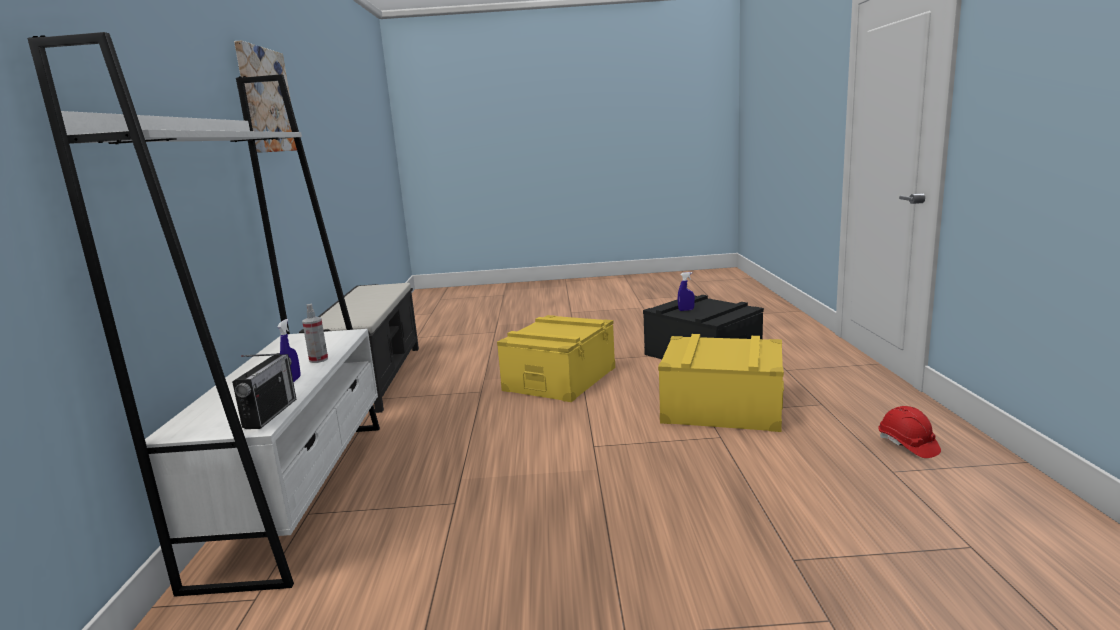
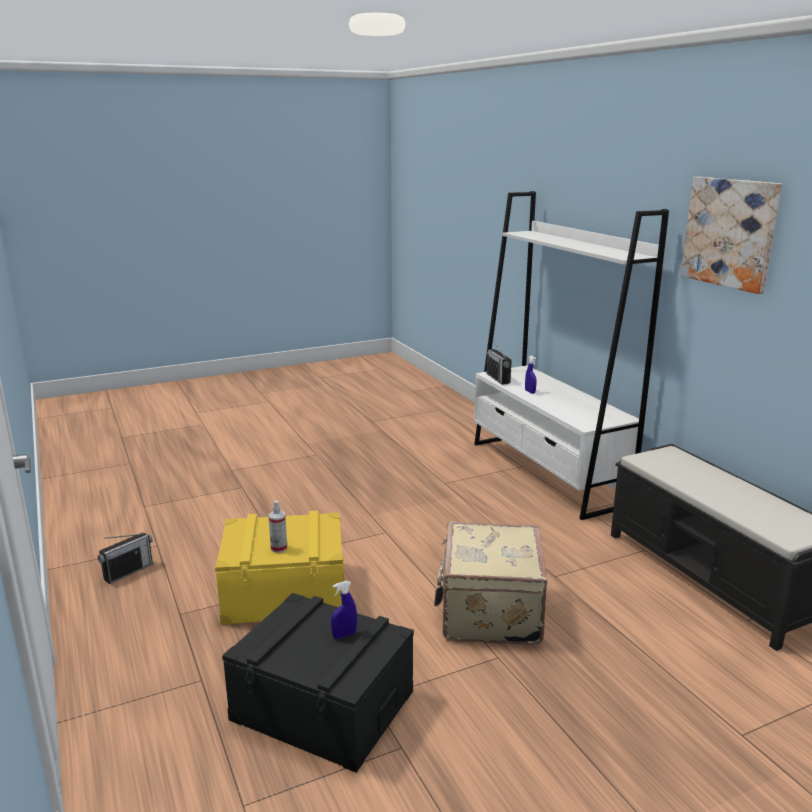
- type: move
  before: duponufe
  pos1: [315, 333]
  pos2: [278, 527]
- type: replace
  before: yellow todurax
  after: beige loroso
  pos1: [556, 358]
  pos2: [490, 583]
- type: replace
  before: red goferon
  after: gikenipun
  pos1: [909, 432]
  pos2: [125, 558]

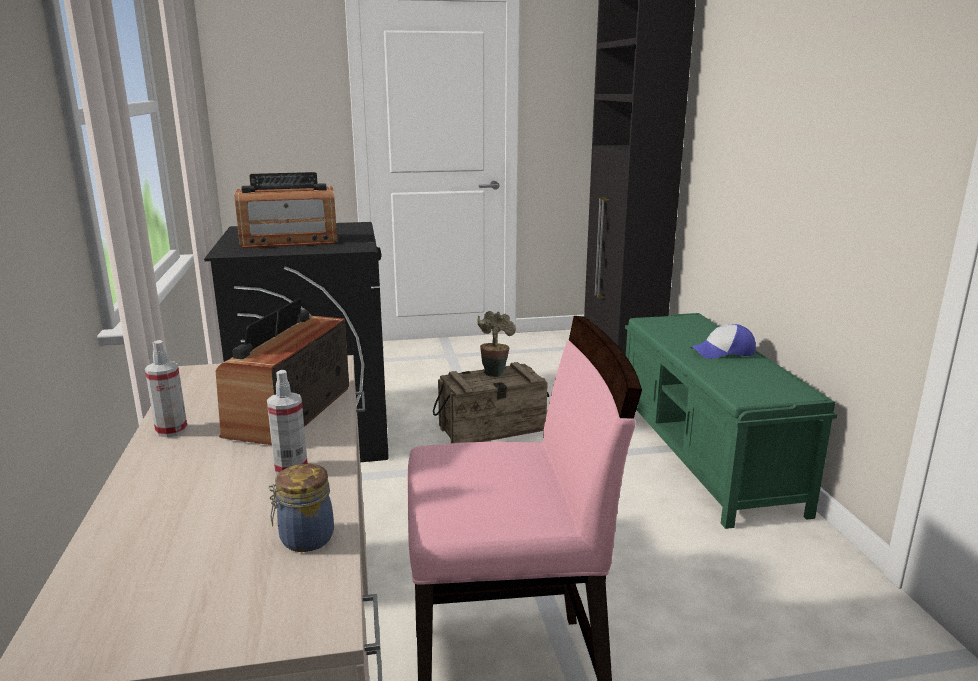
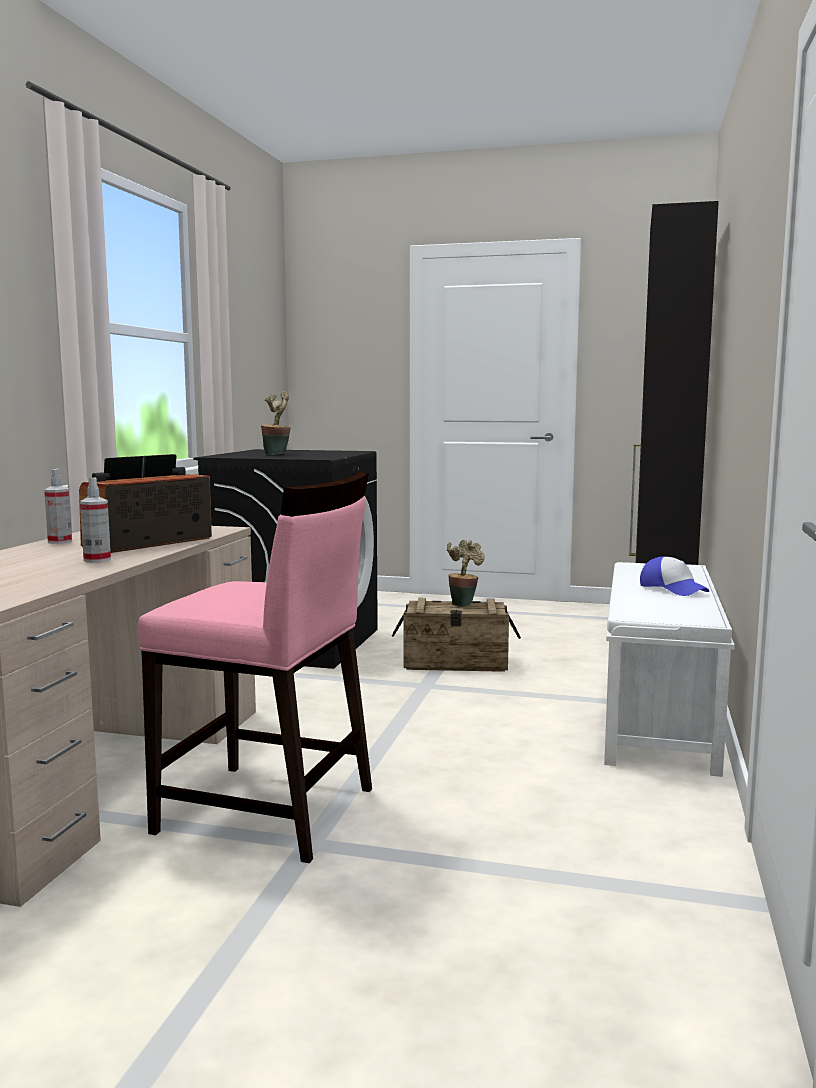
- type: replace
  before: gikenipun
  after: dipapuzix
  pos1: [286, 210]
  pos2: [276, 423]
- type: delete
  before: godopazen
  pos1: [301, 508]
- type: recolor
  before: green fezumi
  after: white fezumi
  pos1: [731, 421]
  pos2: [669, 669]
- type: rotate
  before: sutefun
  pos1: [723, 341]
  pos2: [674, 576]
  turn: -135

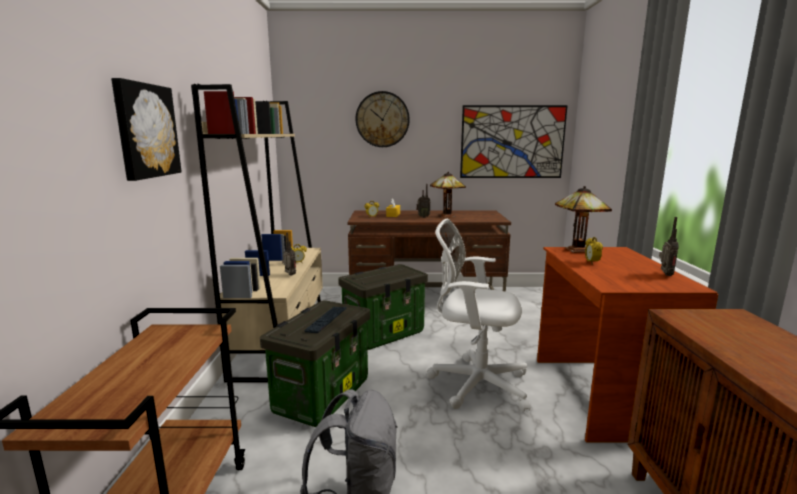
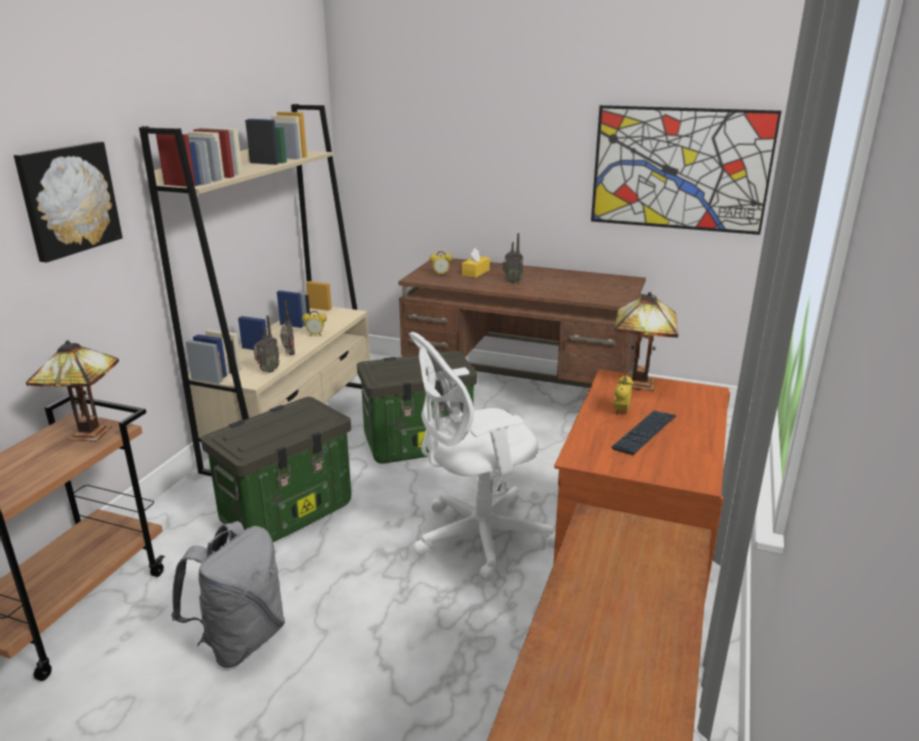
- type: move
  before: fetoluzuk
  pos1: [325, 320]
  pos2: [644, 432]
- type: delete
  before: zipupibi
  pos1: [383, 119]
- type: rotate
  before: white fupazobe
  pos1: [478, 315]
  pos2: [482, 457]
  turn: -60
- type: move
  before: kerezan
  pos1: [448, 195]
  pos2: [72, 391]
- type: move
  before: gikenipun
  pos1: [669, 246]
  pos2: [266, 344]

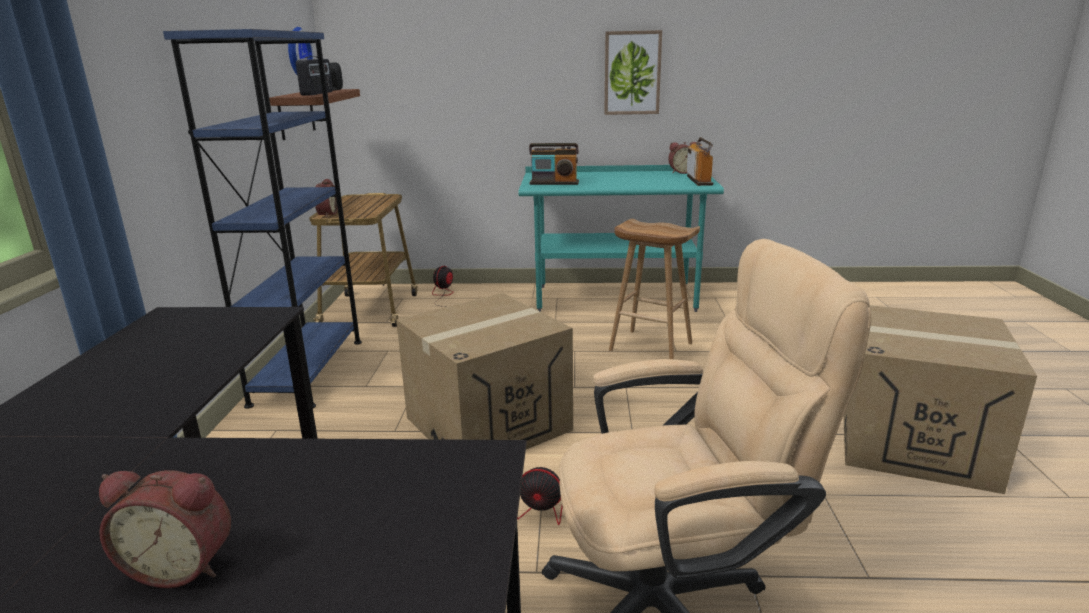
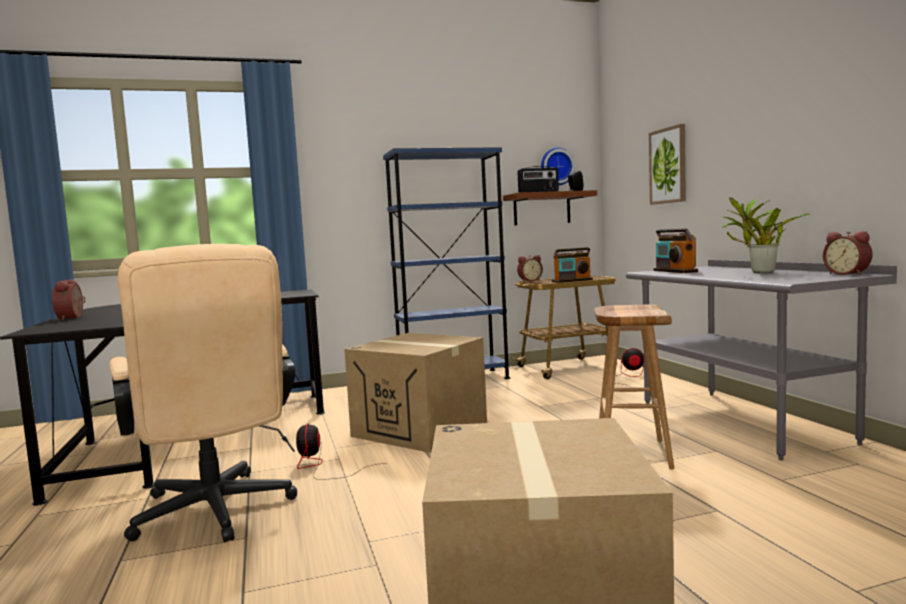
- type: recolor
  before: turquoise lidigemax
  after: grey lidigemax
  pos1: [621, 238]
  pos2: [761, 360]
- type: move
  before: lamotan
  pos1: [633, 72]
  pos2: [667, 164]
- type: move
  before: gikenipun
  pos1: [700, 161]
  pos2: [572, 265]
- type: insert
  after: dipapuzix
  pos2: [766, 235]

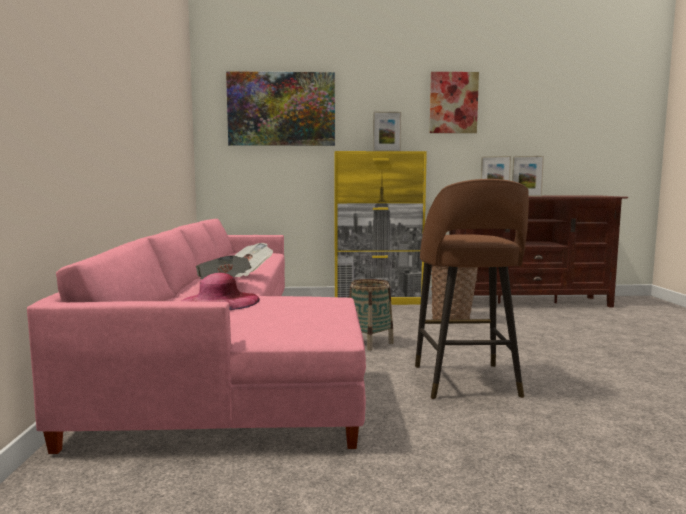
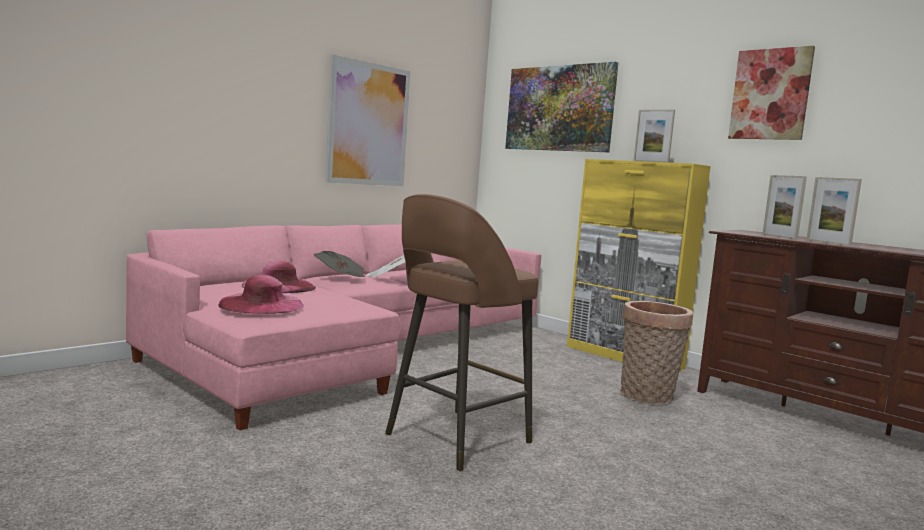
- type: delete
  before: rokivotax
  pos1: [371, 314]
- type: insert
  after: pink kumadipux
  pos2: [261, 294]
- type: insert
  after: lamotan
  pos2: [367, 120]

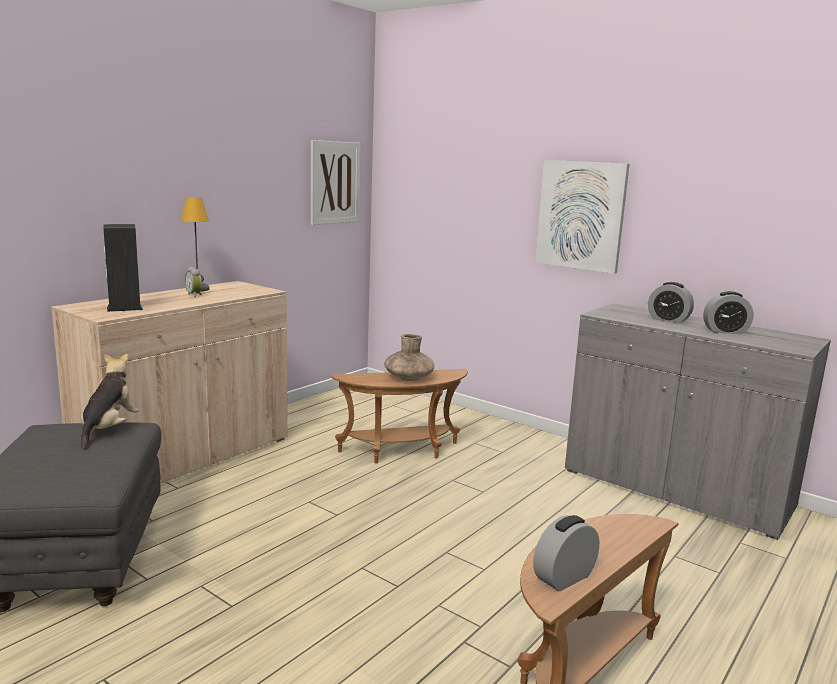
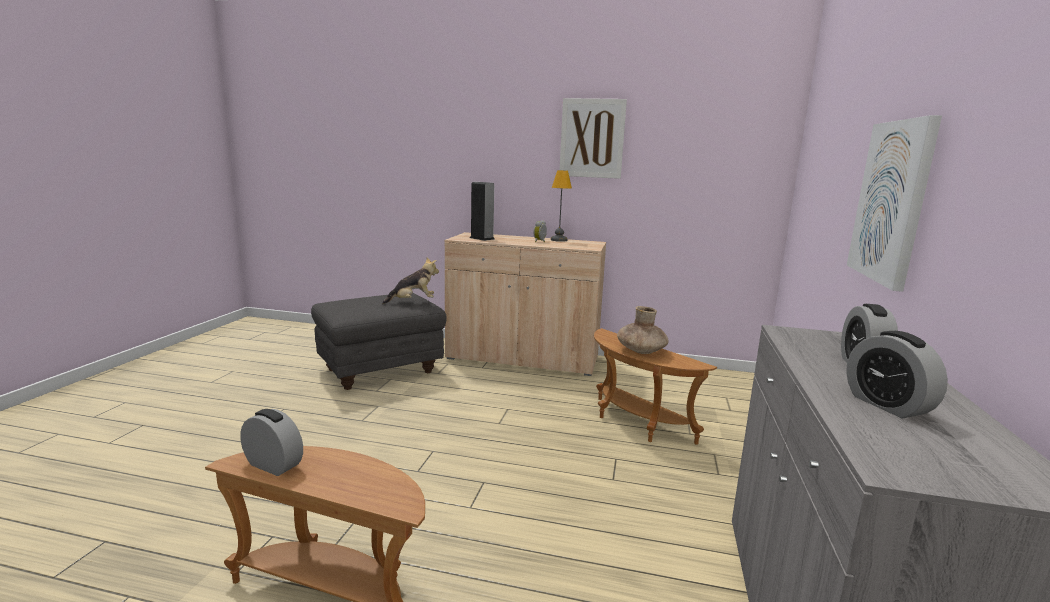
- type: move
  before: lamotan
  pos1: [335, 182]
  pos2: [593, 138]

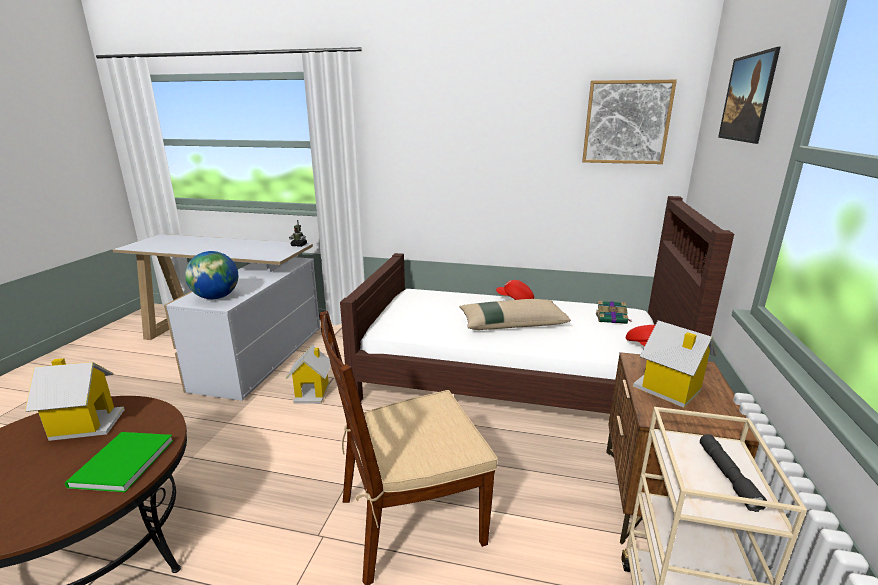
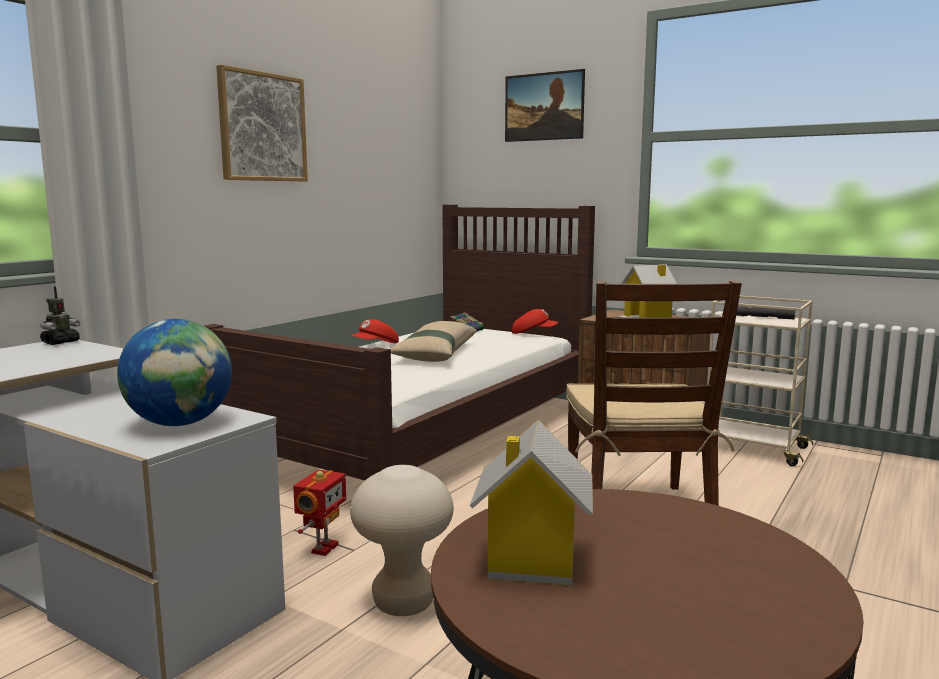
- type: delete
  before: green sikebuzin
  pos1: [119, 462]
- type: replace
  before: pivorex
  after: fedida
  pos1: [308, 374]
  pos2: [319, 513]
- type: move
  before: lamotan
  pos1: [629, 122]
  pos2: [262, 123]
- type: insert
  after: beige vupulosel
  pos2: [402, 540]

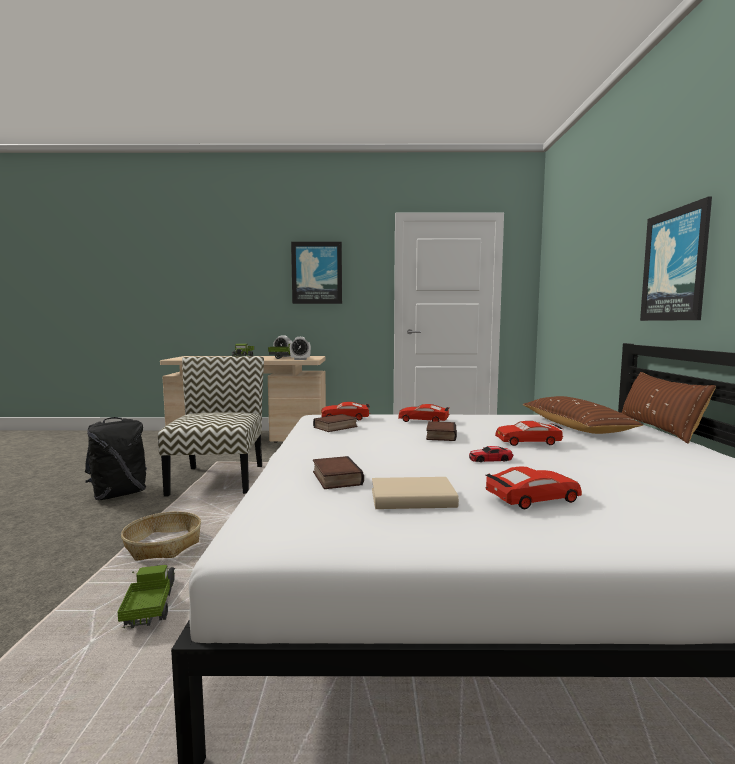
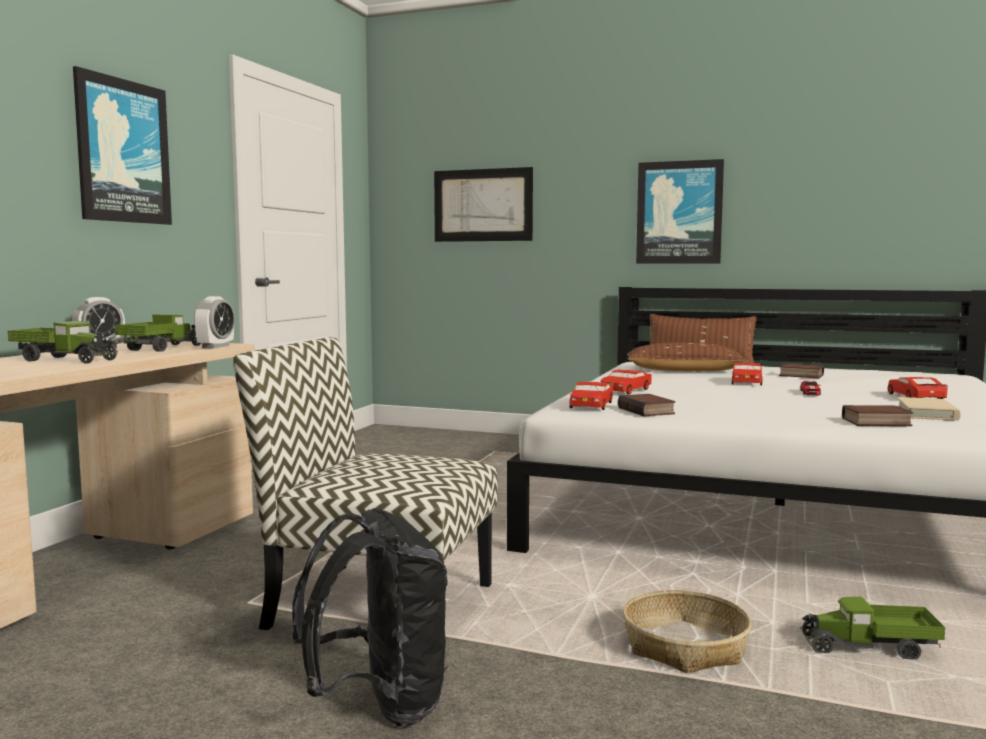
- type: move
  before: sikebuzin
  pos1: [441, 431]
  pos2: [801, 370]
- type: insert
  after: lamotan
  pos2: [483, 204]

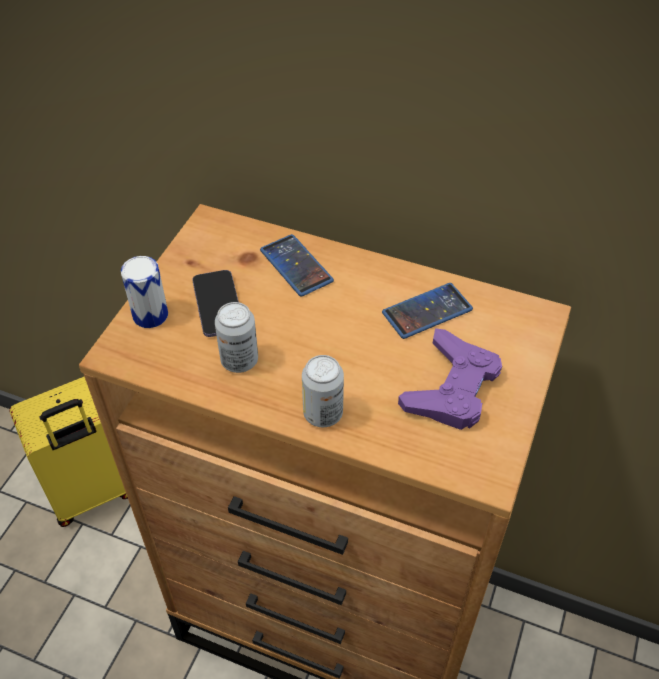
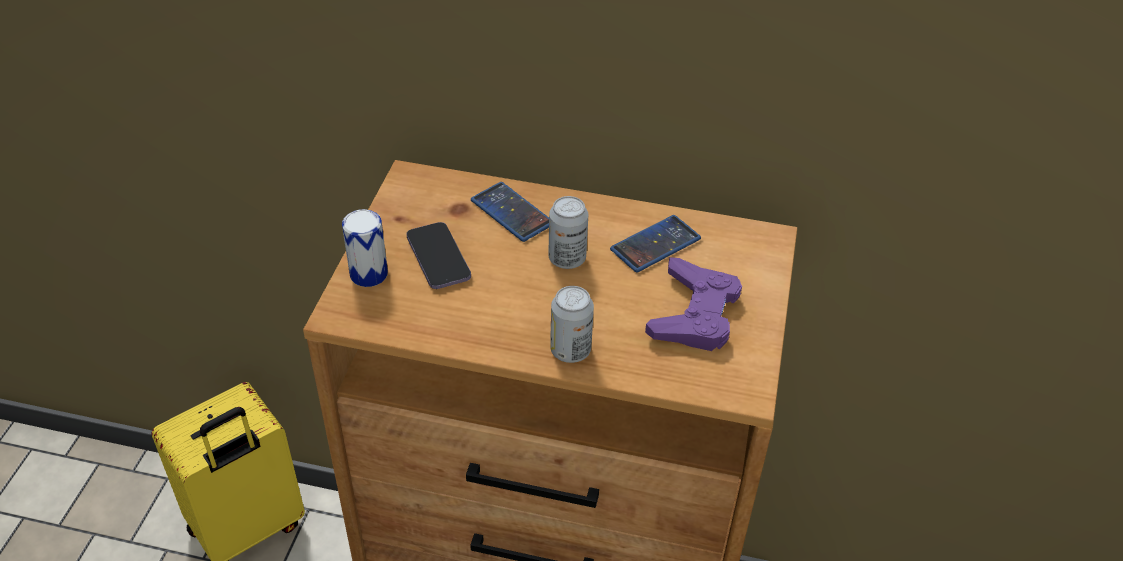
- type: move
  before: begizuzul
  pos1: [236, 337]
  pos2: [568, 232]

